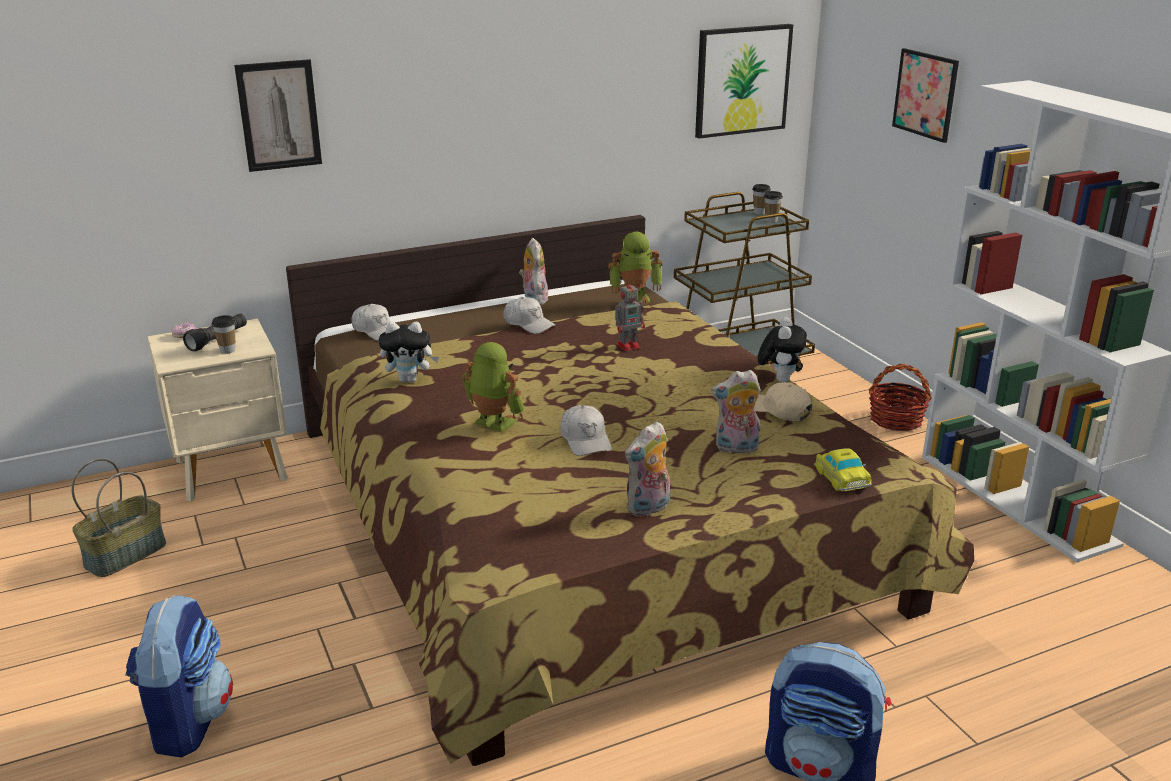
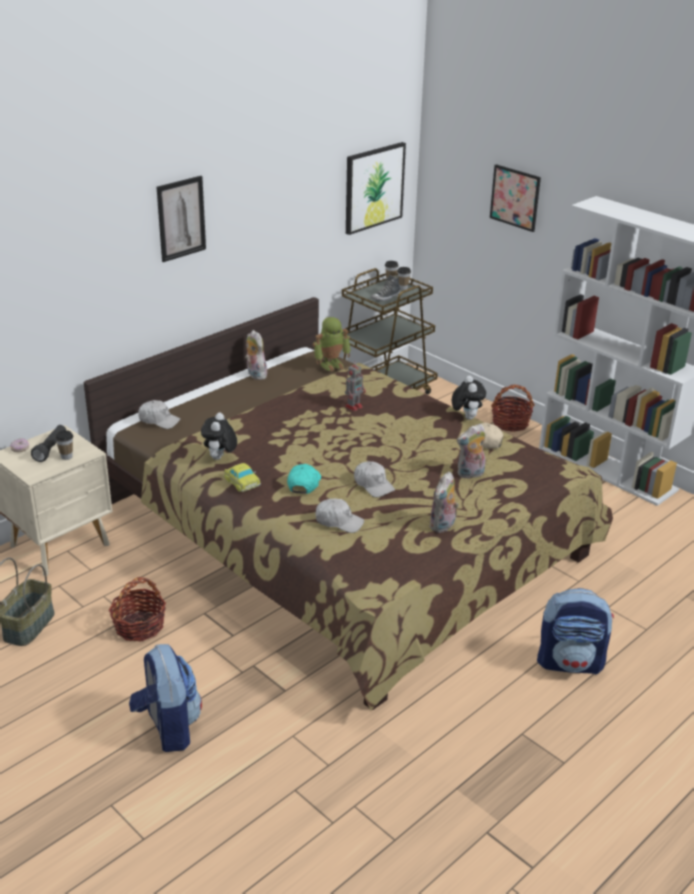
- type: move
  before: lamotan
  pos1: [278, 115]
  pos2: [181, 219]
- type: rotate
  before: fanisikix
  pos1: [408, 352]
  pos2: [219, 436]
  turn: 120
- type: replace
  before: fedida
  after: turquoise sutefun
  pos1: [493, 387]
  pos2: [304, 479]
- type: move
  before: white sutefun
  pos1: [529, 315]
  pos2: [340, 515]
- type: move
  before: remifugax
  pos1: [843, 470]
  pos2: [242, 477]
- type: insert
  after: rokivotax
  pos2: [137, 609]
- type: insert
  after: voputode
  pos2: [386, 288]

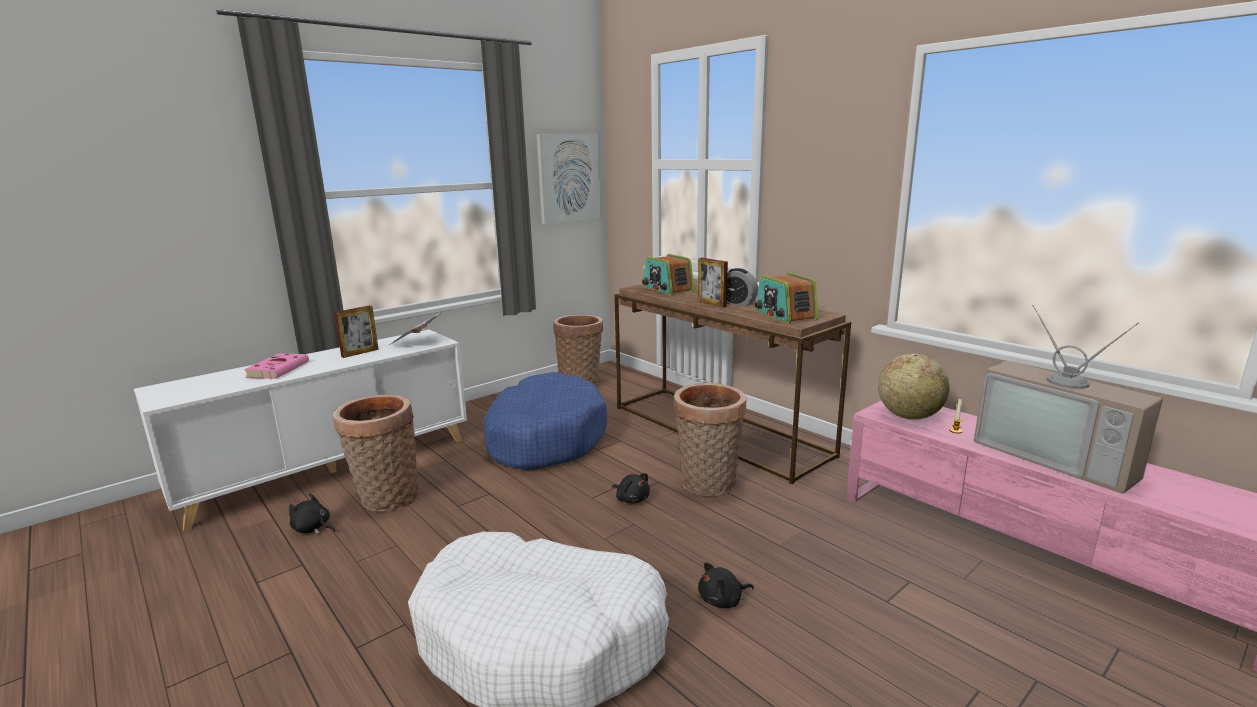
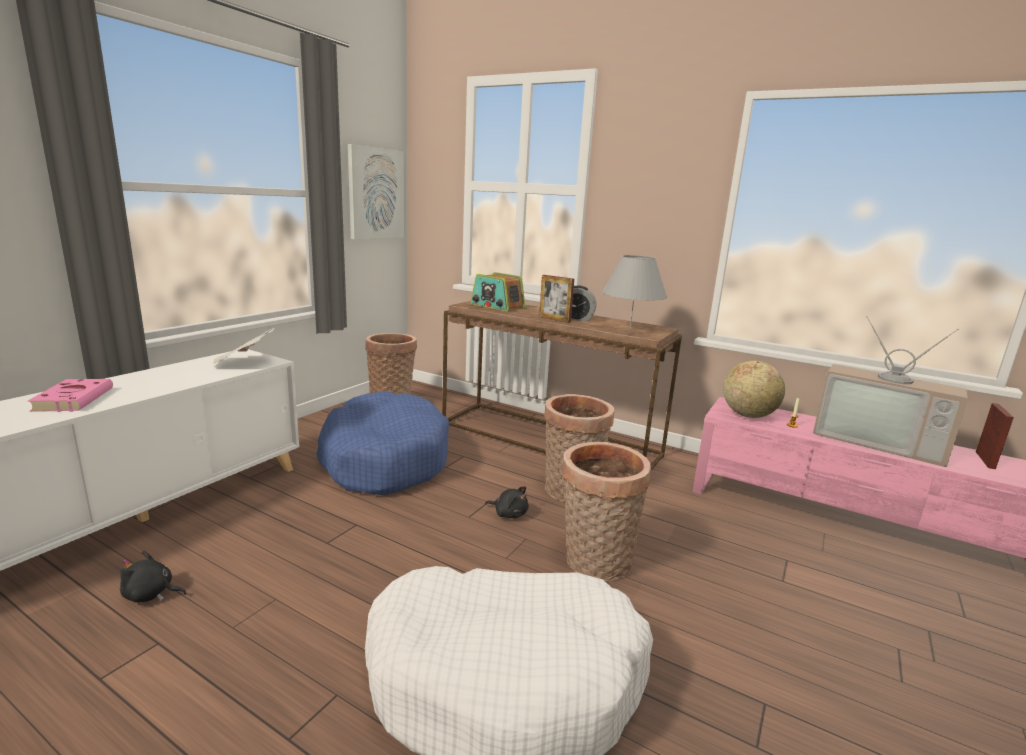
- type: move
  before: rokivotax
  pos1: [376, 453]
  pos2: [606, 511]
- type: move
  before: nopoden
  pos1: [356, 331]
  pos2: [995, 436]
- type: delete
  before: black fanisikix
  pos1: [726, 585]
- type: replace
  before: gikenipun
  after: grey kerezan
  pos1: [786, 298]
  pos2: [634, 292]

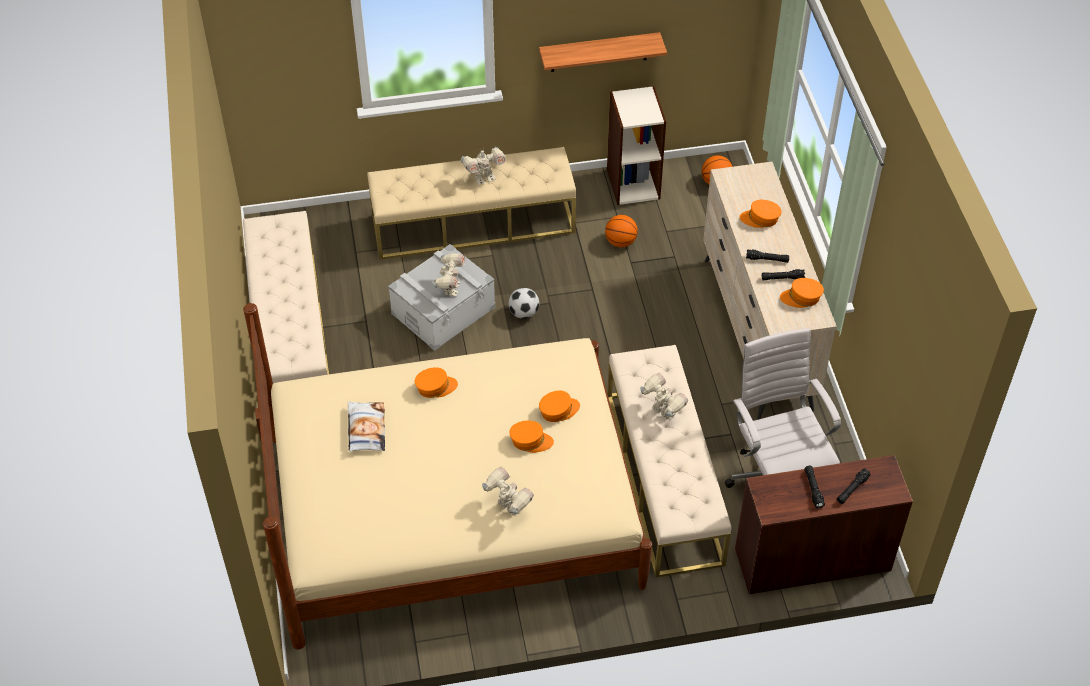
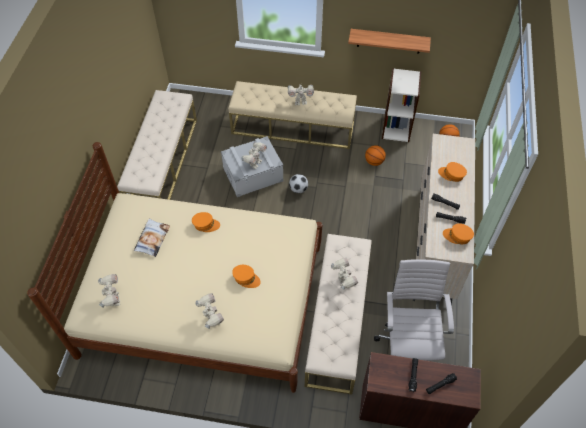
- type: delete
  before: orange sutefun
  pos1: [559, 406]
- type: insert
  after: fedida
  pos2: [109, 291]

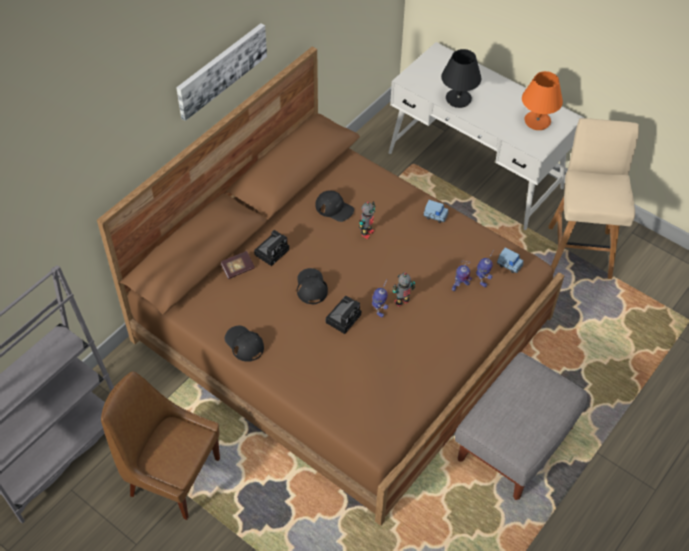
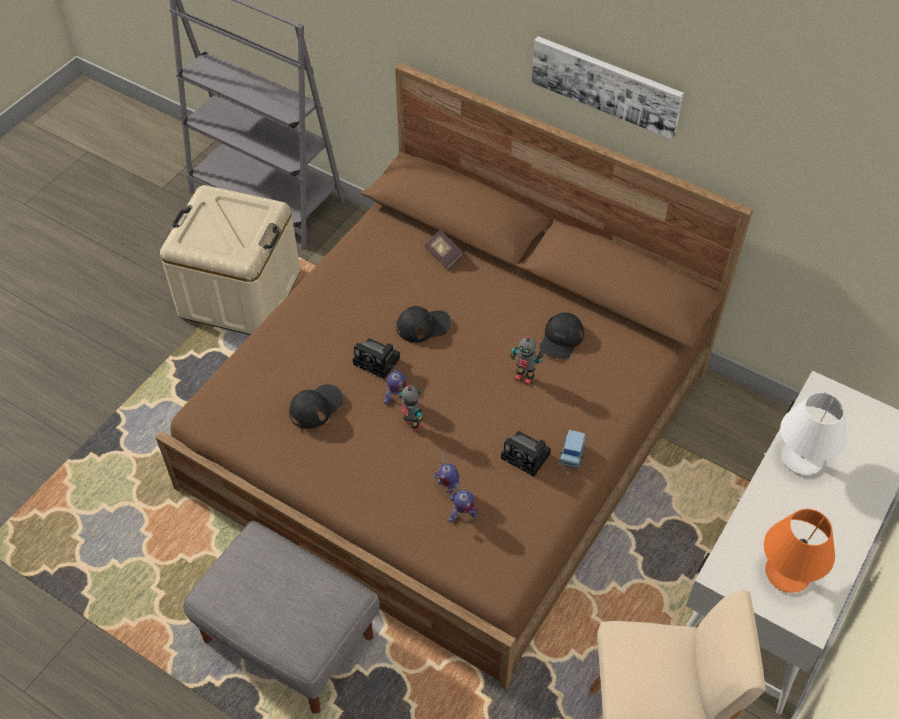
- type: replace
  before: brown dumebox
  after: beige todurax
  pos1: [160, 445]
  pos2: [230, 260]
- type: move
  before: black sutefun
  pos1: [244, 344]
  pos2: [316, 406]
- type: move
  before: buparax
  pos1: [271, 248]
  pos2: [526, 454]
- type: recolor
  before: black kerezan
  after: white kerezan
  pos1: [461, 78]
  pos2: [813, 433]
- type: delete
  before: blue remifugax
  pos1: [510, 260]

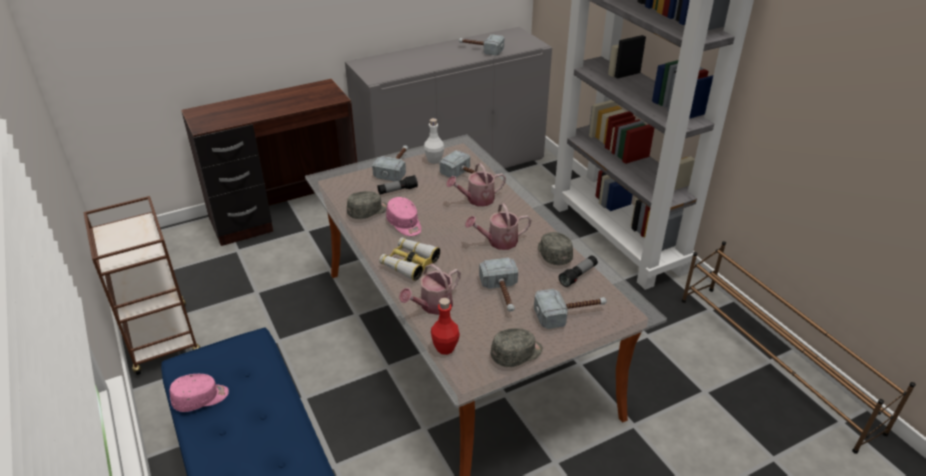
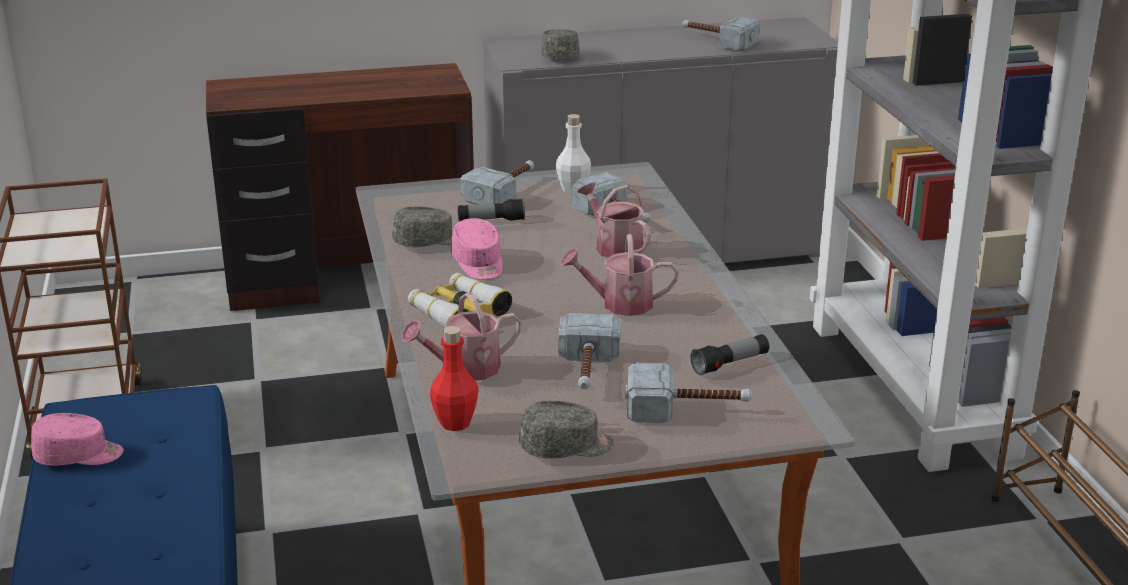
- type: rotate
  before: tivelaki
  pos1: [476, 184]
  pos2: [614, 220]
  turn: 60
- type: move
  before: grey sutefun
  pos1: [555, 248]
  pos2: [560, 44]

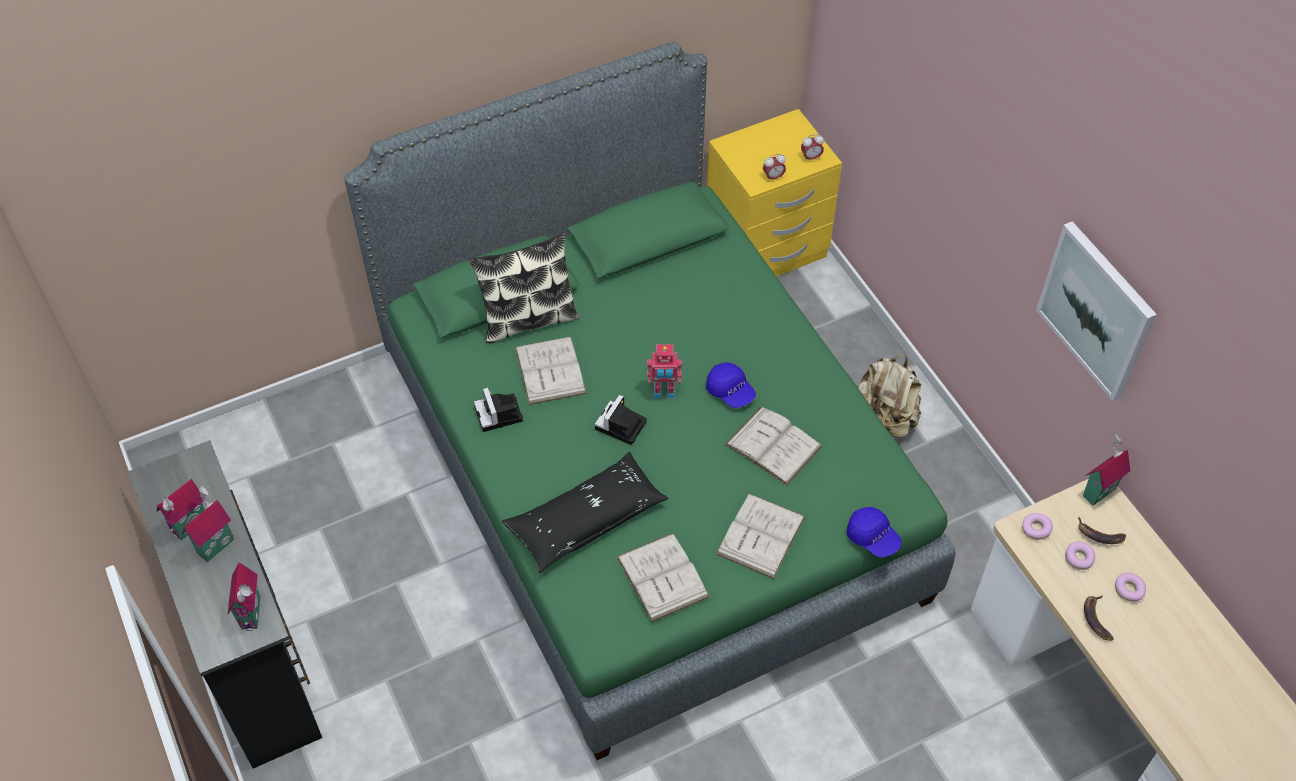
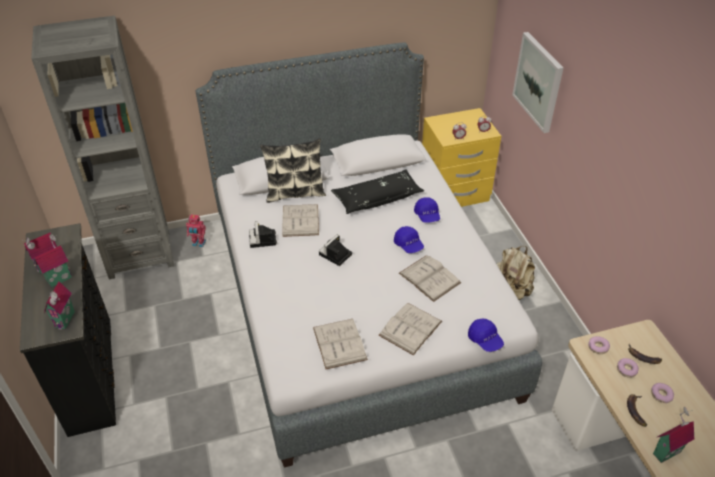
- type: recolor
  before: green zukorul
  after: grey zukorul
  pos1: [649, 401]
  pos2: [369, 255]
- type: move
  before: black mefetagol
  pos1: [585, 512]
  pos2: [377, 192]
- type: move
  before: fedida
  pos1: [664, 371]
  pos2: [196, 230]
- type: move
  before: lamotan
  pos1: [1096, 311]
  pos2: [537, 82]
- type: move
  before: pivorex
  pos1: [1106, 470]
  pos2: [673, 434]
- type: insert
  after: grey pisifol
  pos2: [102, 147]
- type: insert
  after: blue sutefun
  pos2: [427, 210]

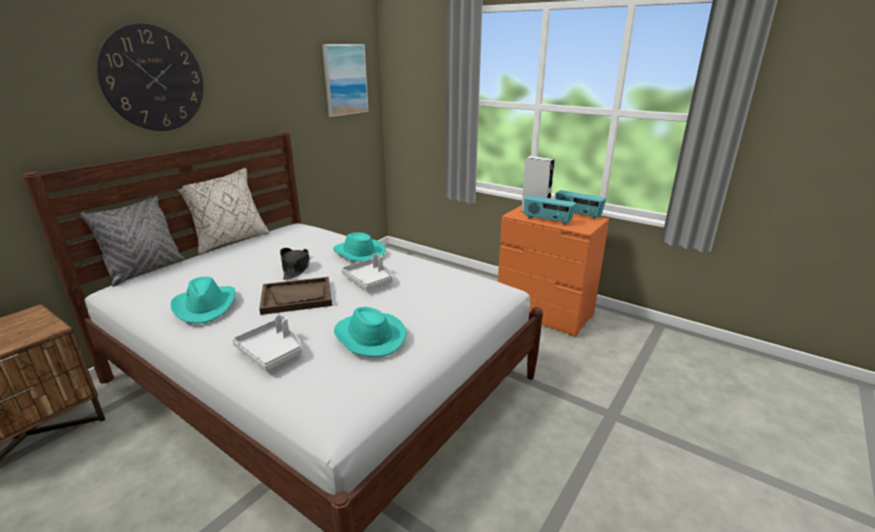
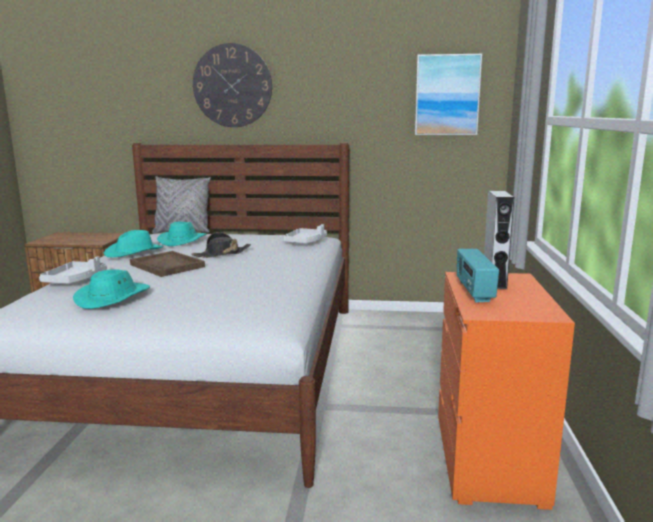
- type: delete
  before: beige mefetagol
  pos1: [223, 211]
- type: move
  before: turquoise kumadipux
  pos1: [359, 247]
  pos2: [182, 234]
- type: move
  before: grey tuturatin
  pos1: [367, 271]
  pos2: [305, 234]
- type: delete
  before: gikenipun
  pos1: [581, 205]

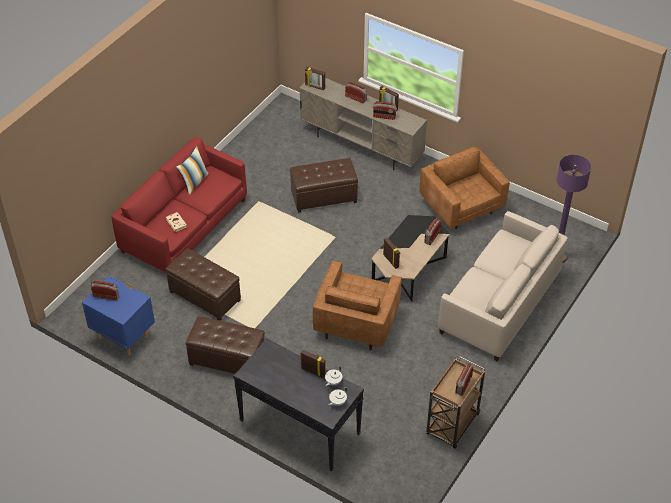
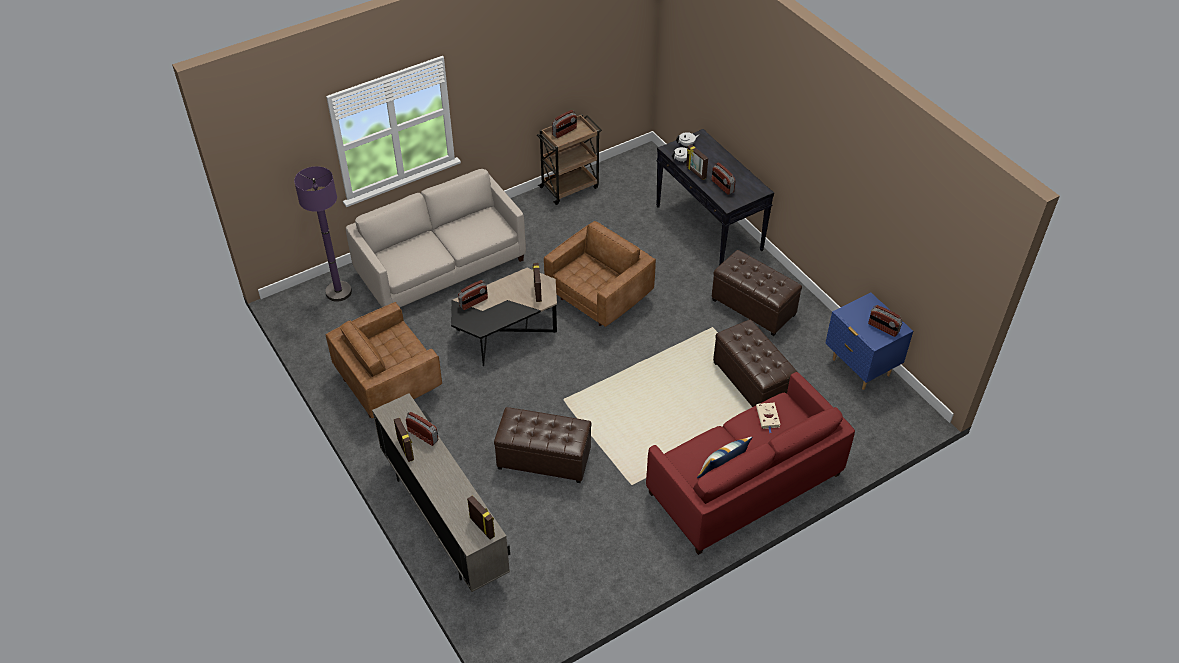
- type: move
  before: gikenipun
  pos1: [356, 92]
  pos2: [724, 178]
- type: rotate
  before: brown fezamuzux
  pos1: [464, 188]
  pos2: [384, 360]
  turn: 60

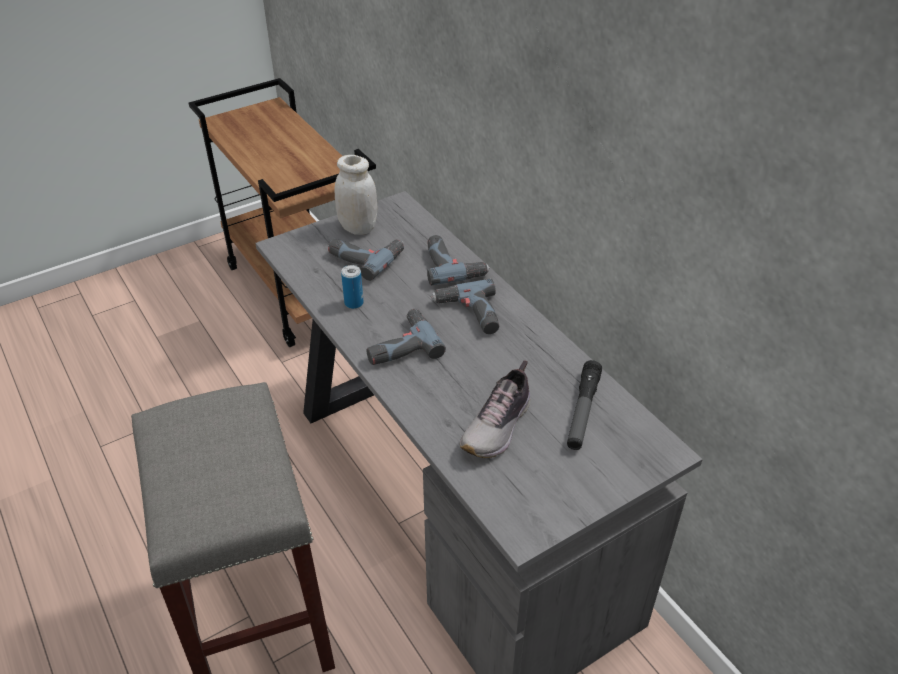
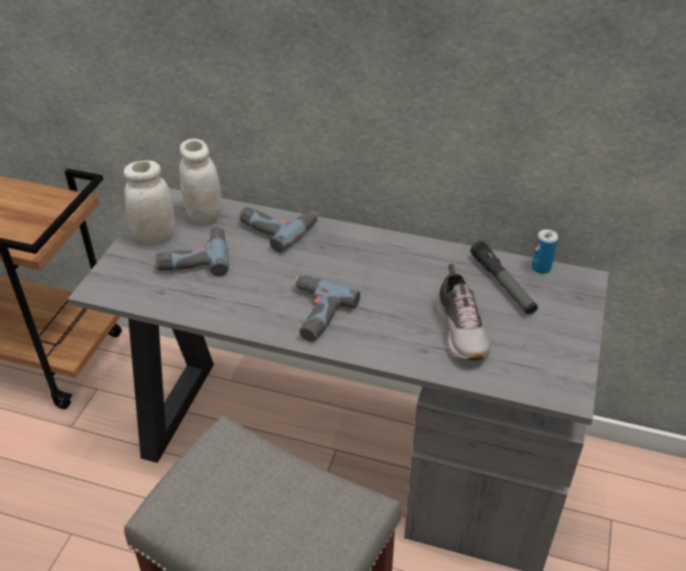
- type: move
  before: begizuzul
  pos1: [352, 287]
  pos2: [545, 251]
- type: delete
  before: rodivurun
  pos1: [465, 306]
- type: insert
  after: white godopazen
  pos2: [200, 181]

